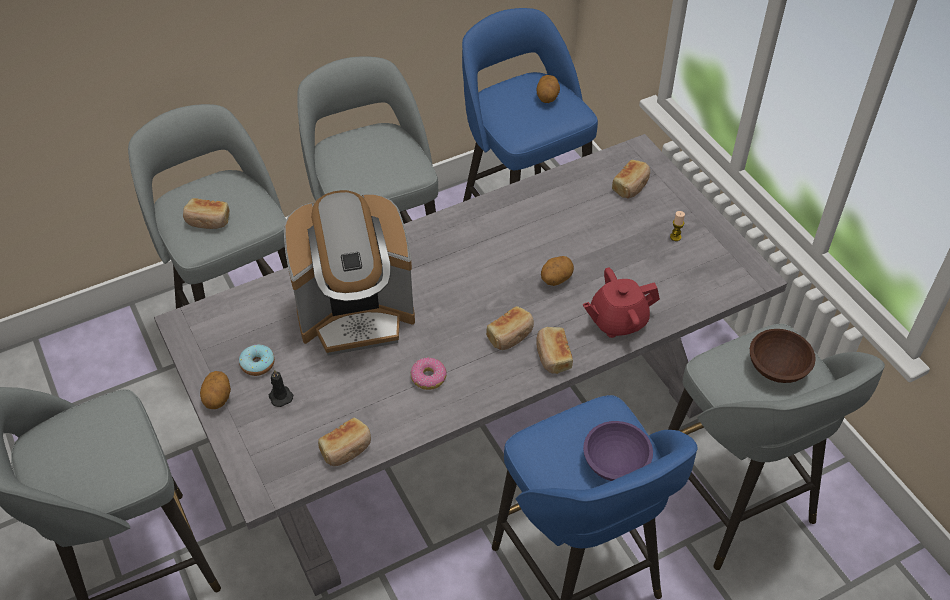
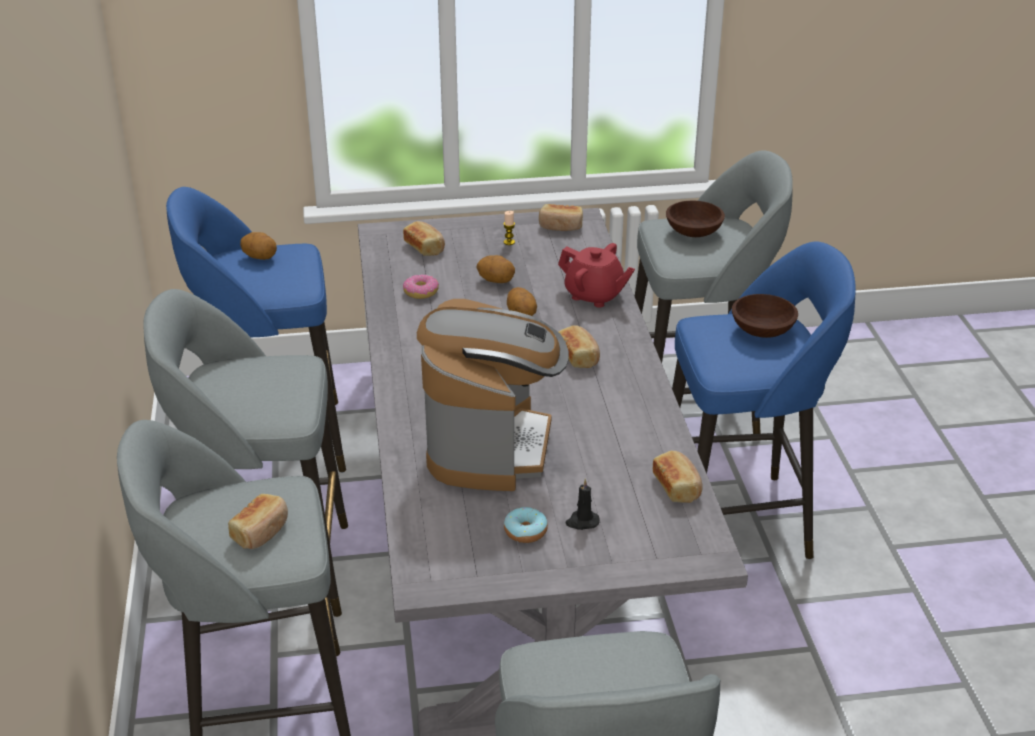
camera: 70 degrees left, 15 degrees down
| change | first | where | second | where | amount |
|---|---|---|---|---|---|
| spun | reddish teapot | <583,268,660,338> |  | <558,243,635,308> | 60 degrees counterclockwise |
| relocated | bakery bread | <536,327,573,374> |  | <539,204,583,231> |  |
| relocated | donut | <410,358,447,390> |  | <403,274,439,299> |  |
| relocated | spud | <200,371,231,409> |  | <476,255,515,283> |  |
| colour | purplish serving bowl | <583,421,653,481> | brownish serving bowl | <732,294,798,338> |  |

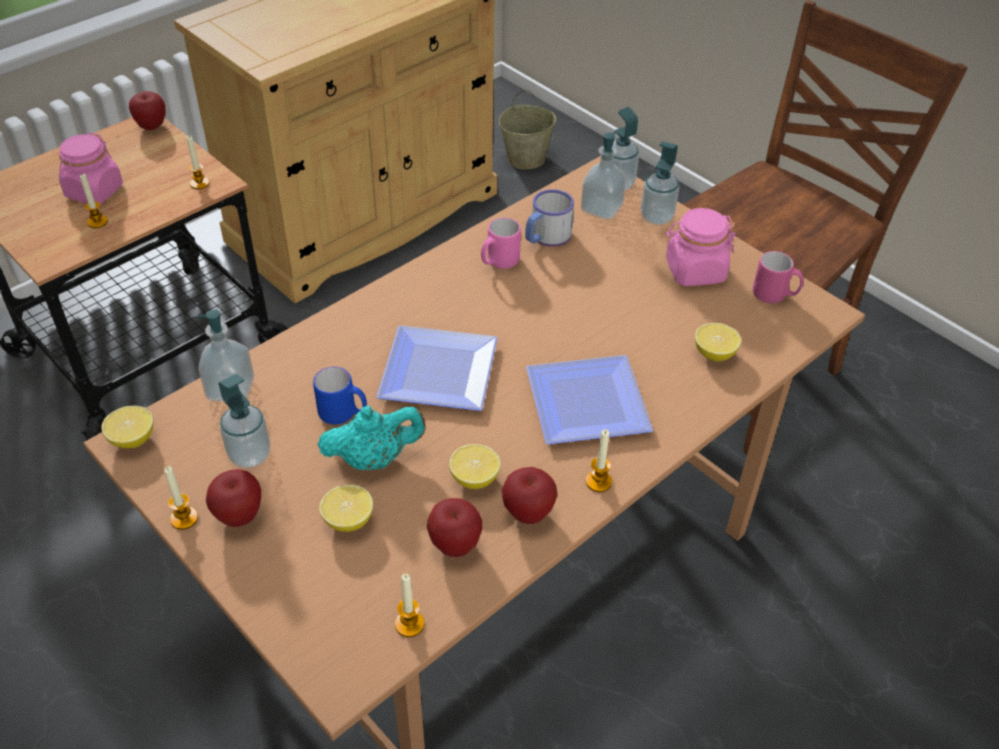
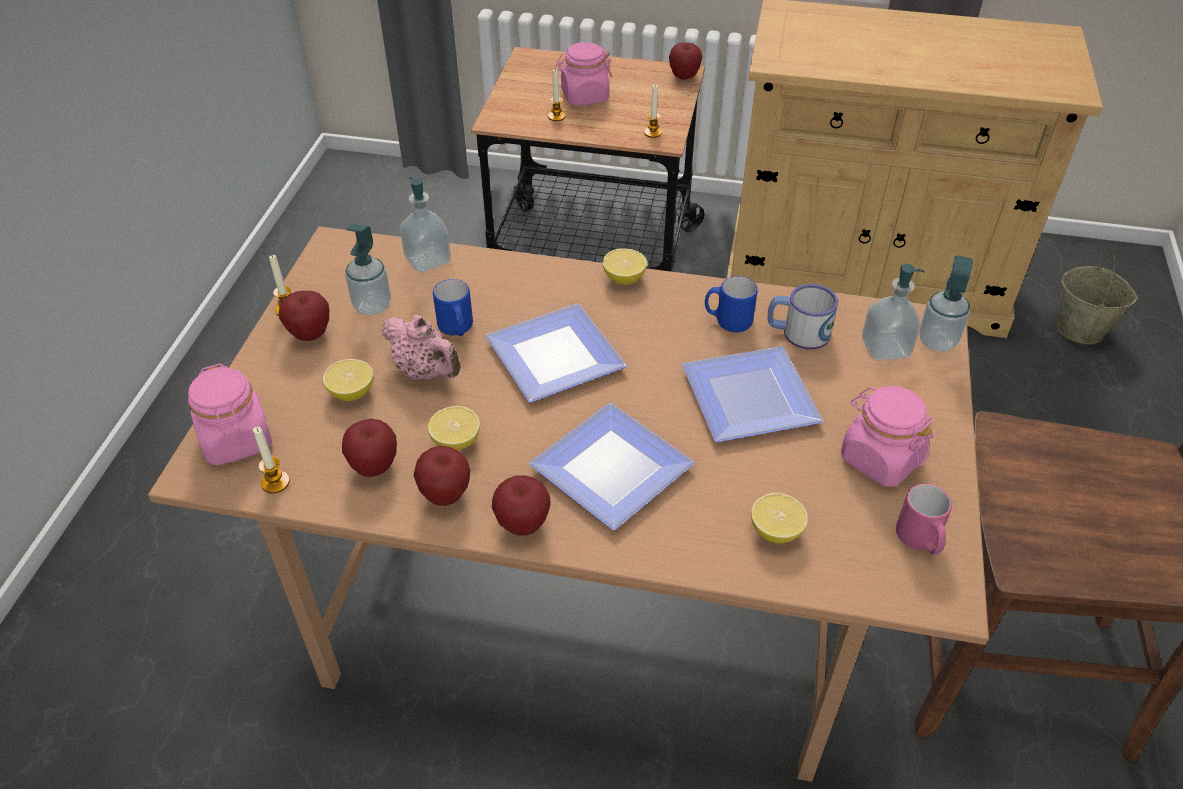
camera: 55 degrees right, 0 degrees up
| change | first | where | second | where | amount |
|---|---|---|---|---|---|
| missing | soap bottle | <641,141,679,225> |  |  |  |
| colour | pink-coloured mug | <481,218,521,269> | bluish mug | <705,276,758,332> |  |
| relocated | lemon | <101,406,154,448> |  | <602,248,647,285> |  |
| colour | turquoise-coloured teapot | <317,406,425,470> | pink-coloured teapot | <381,315,461,380> |  |
| exchanged | candle | <586,429,612,492> | apple | <492,475,551,536> |  |
| appeared |  |  | dinner plate | <682,346,823,442> |  |
| appeared |  |  | pink-coloured storage jar | <188,363,272,465> |  |

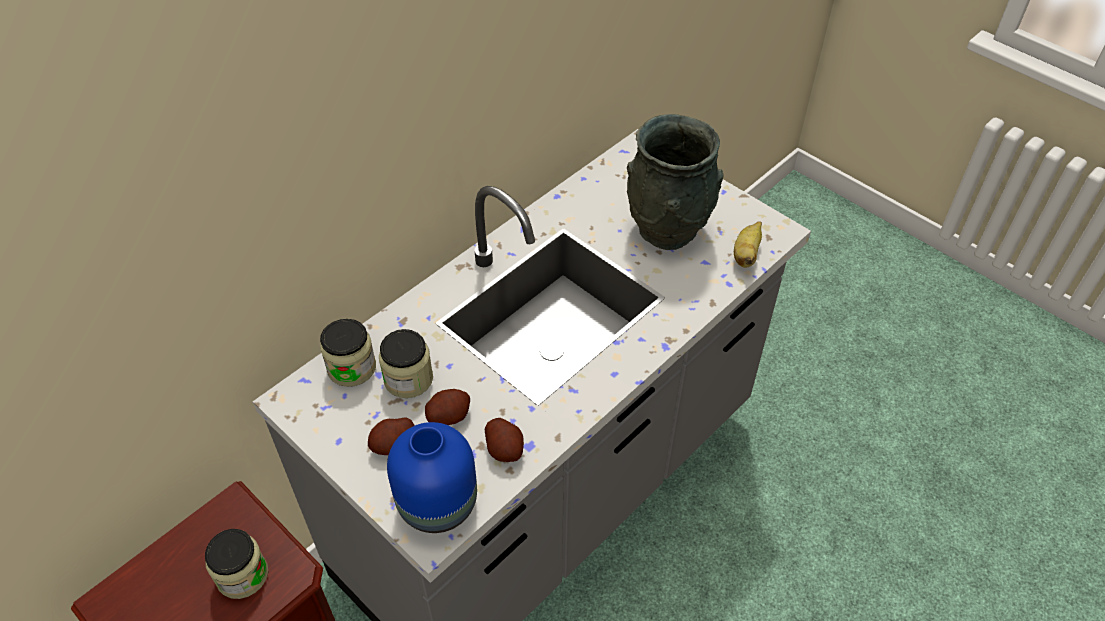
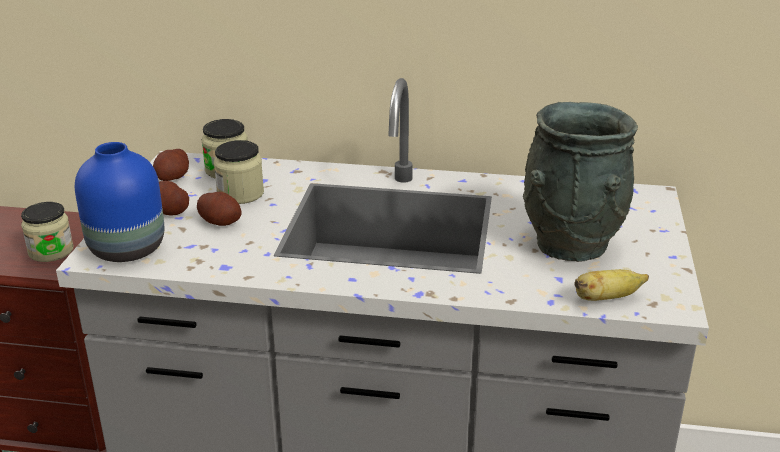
camera: 55 degrees right, 20 degrees down
| change | first | where | second | where | amount |
|---|---|---|---|---|---|
| relocated | spud | <485,418,524,462> |  | <153,149,189,181> |  |

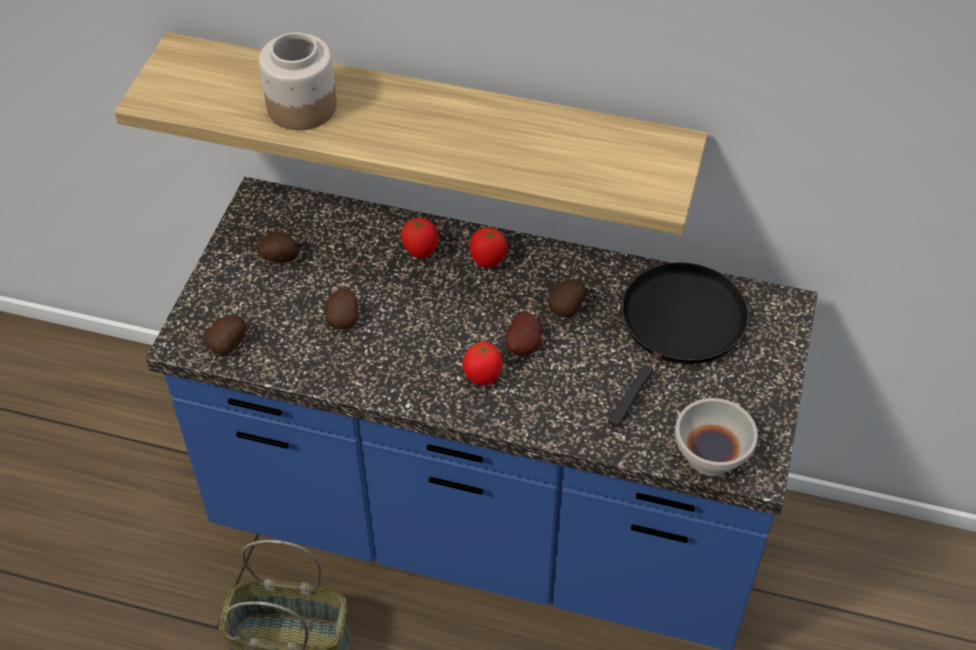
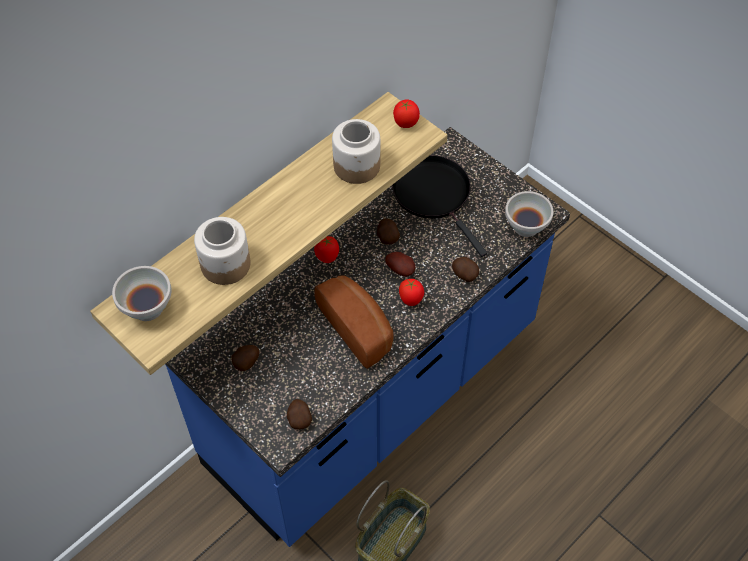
camera: 60 degrees left, 5 degrees up
| change | first | where | second | where | amount |
|---|---|---|---|---|---|
| relocated | whole tomato | <401,218,439,258> |  | <393,99,420,128> |  |
| relocated | spud | <325,288,359,329> |  | <452,257,479,282> |  |
| appeared |  |  | storage jar | <332,119,380,184> |  |
| appeared |  |  | white-coloured serving bowl | <112,266,172,321> |  |
| appeared |  |  | bakery bread | <314,275,394,369> |  |

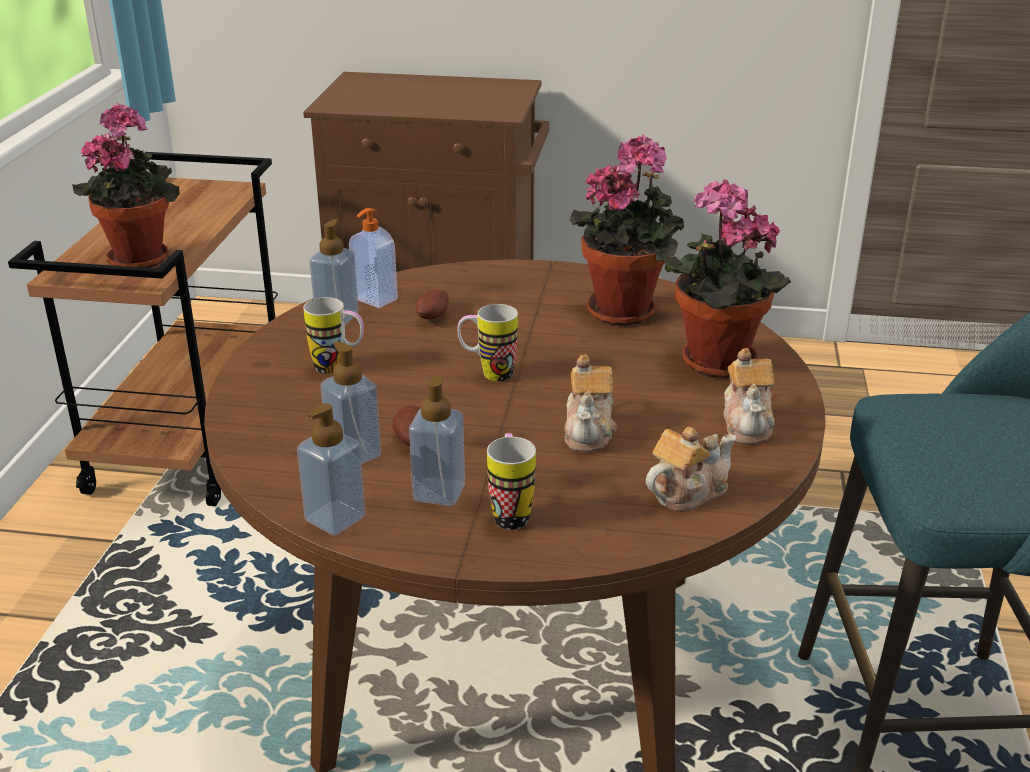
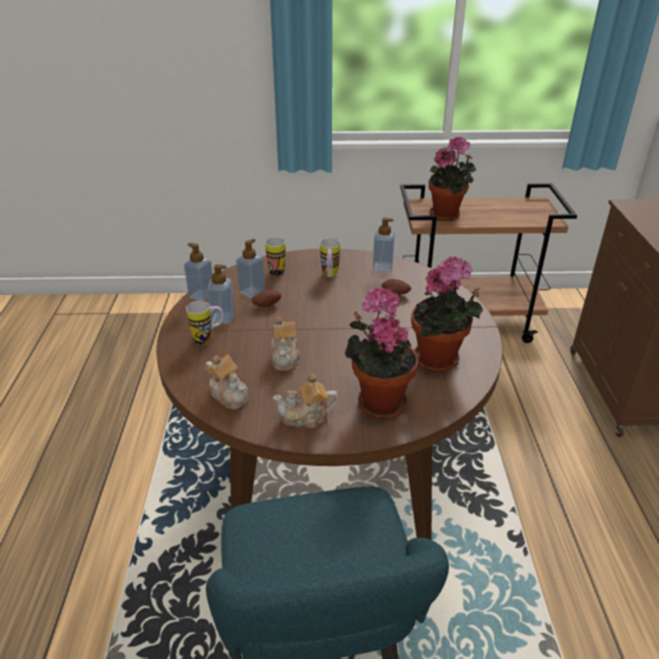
camera: 80 degrees right, 5 degrees up
| change | first | where | second | where | amount |
|---|---|---|---|---|---|
| missing | soap bottle | <349,208,398,308> |  |  |  |
| relocated | mug | <457,304,518,381> |  | <265,237,286,276> |  |
| spun | teapot | <565,355,616,452> |  | <271,317,300,371> | 90 degrees counterclockwise |

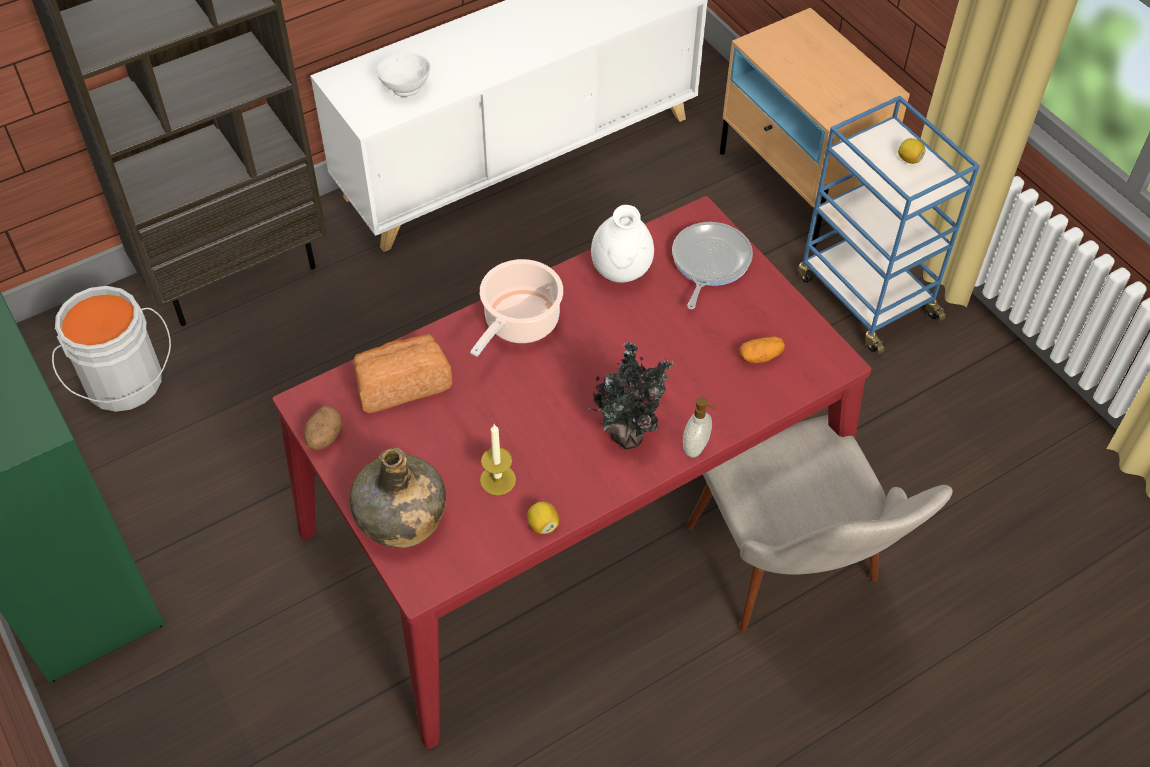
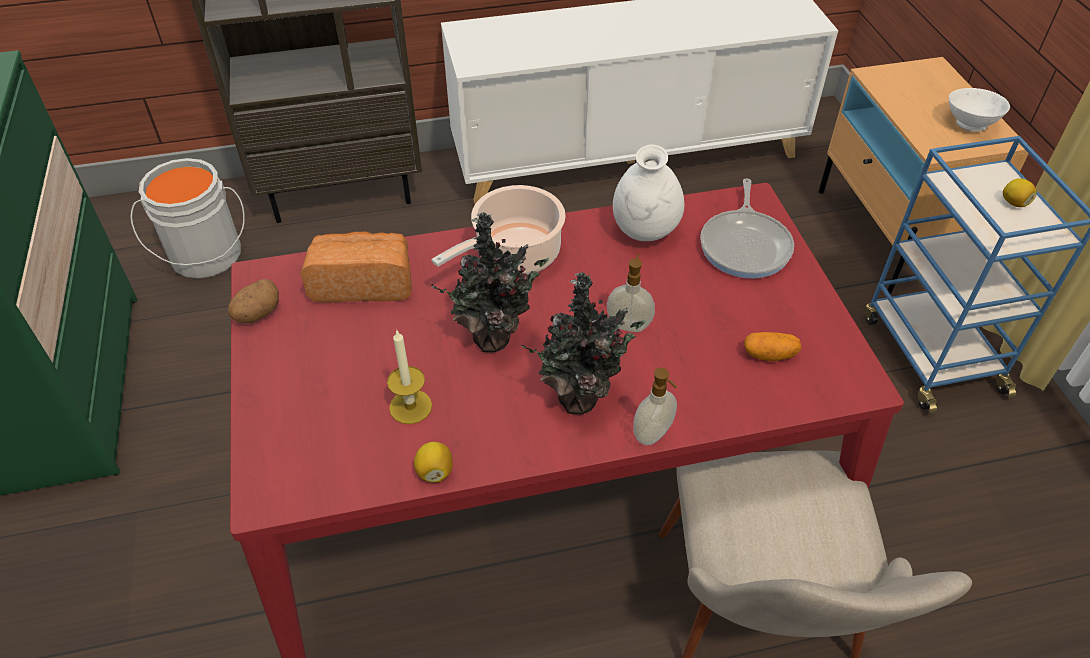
camera: 20 degrees right, 5 degrees down
| change | first | where | second | where | amount |
|---|---|---|---|---|---|
| relocated | white-coloured serving bowl | <377,52,431,97> |  | <949,88,1010,132> |  |
| spun | frying pan | <672,222,753,309> |  | <700,179,794,278> | 150 degrees clockwise |
| missing | green beverage bottle | <349,448,446,548> |  |  |  |
| appeared |  |  | plant in a pot | <431,212,549,353> |  |
| appeared |  |  | soap bottle | <607,254,655,332> |  |

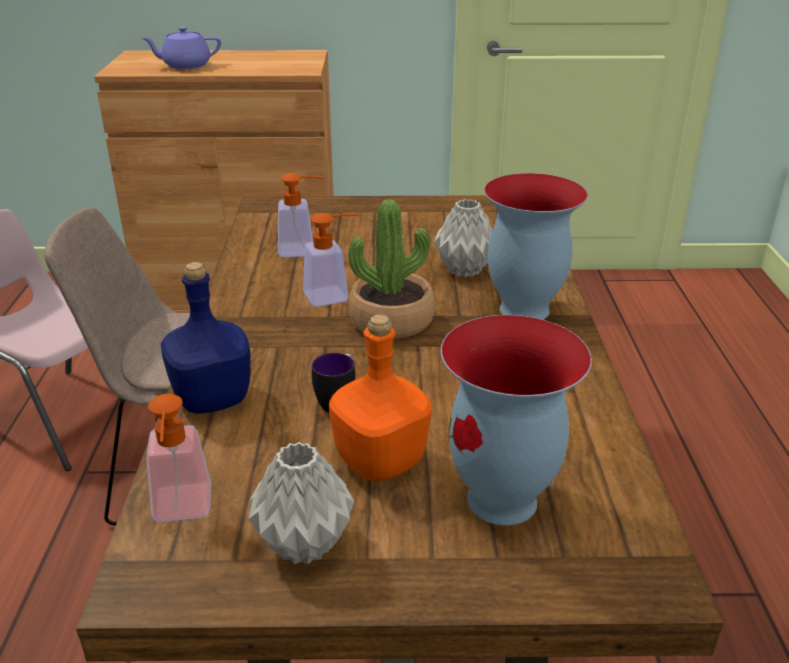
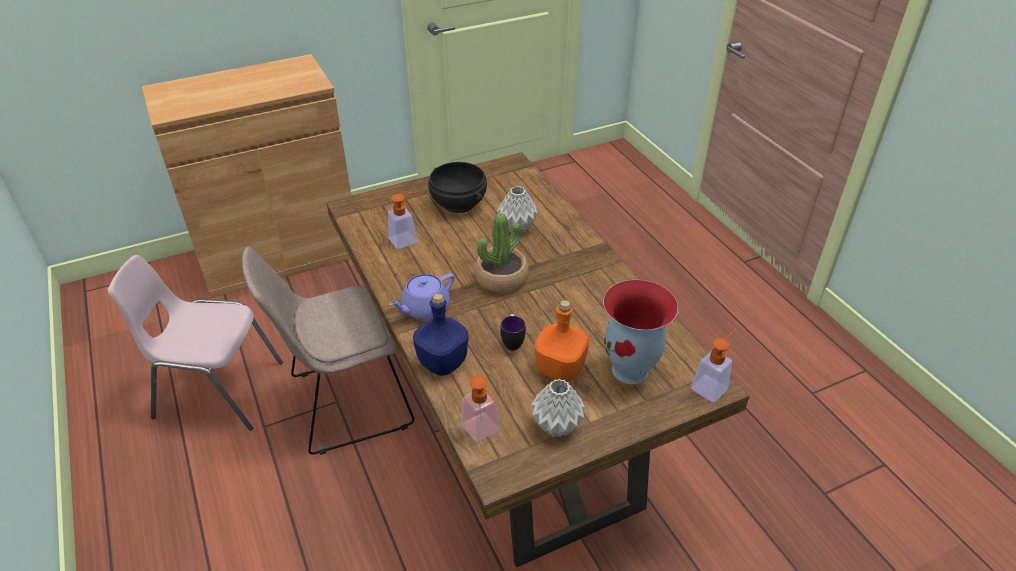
camera: 25 degrees left, 10 degrees up
| change | first | where | second | where | amount |
|---|---|---|---|---|---|
| relocated | purplish teapot | <141,27,221,69> |  | <389,273,454,320> |  |
| missing | flower vase | <484,173,588,319> |  |  |  |
| relocated | soap bottle | <303,213,359,307> |  | <691,330,737,402> |  |
| appeared |  |  | black-coloured serving bowl | <428,162,487,213> |  |

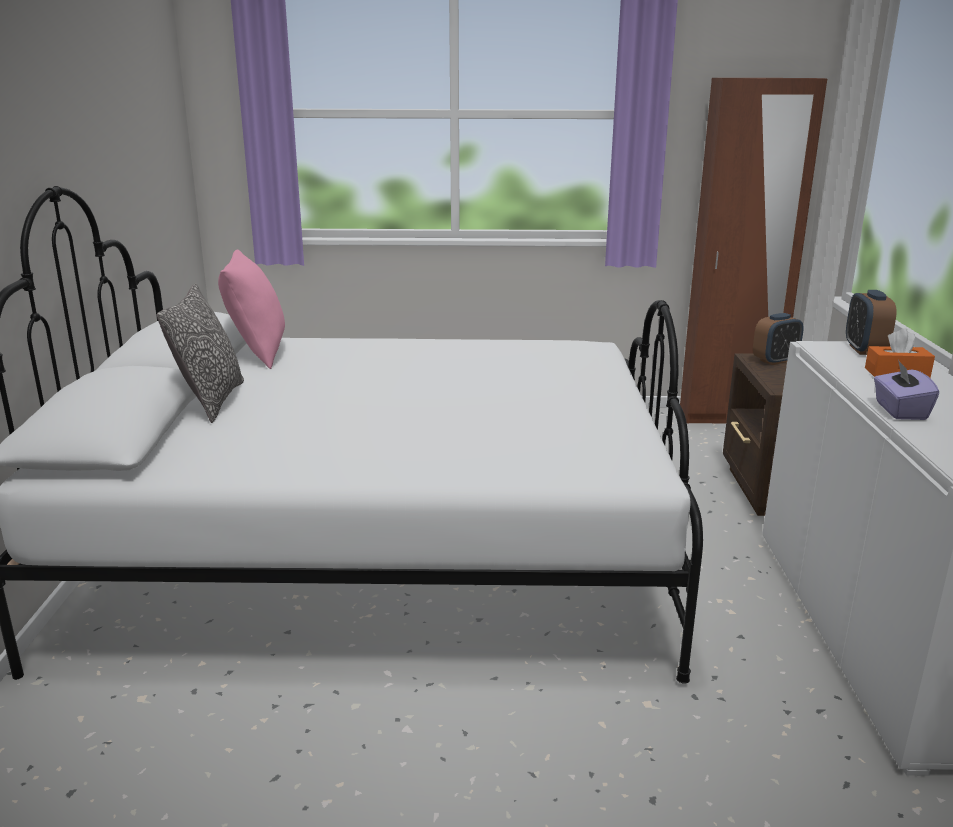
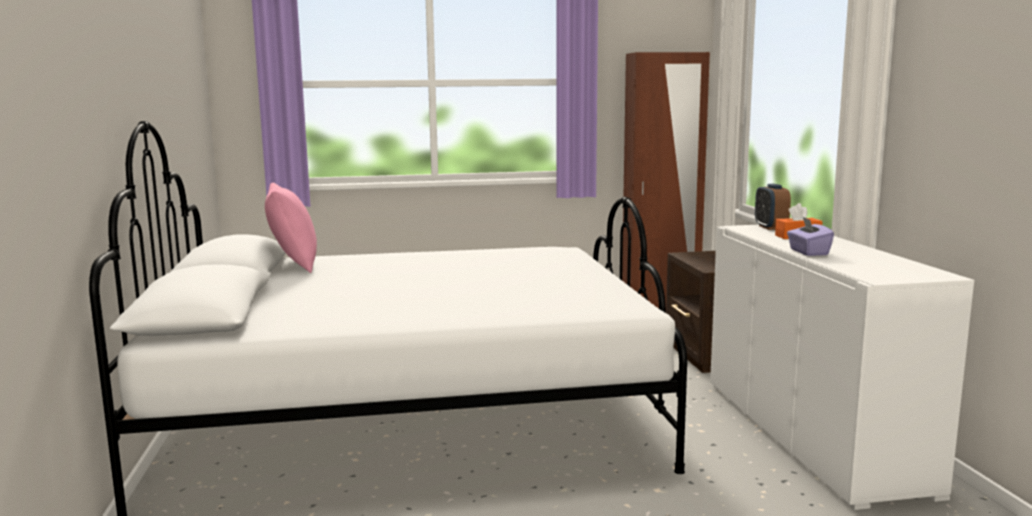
camera: 10 degrees left, 10 degrees down
| change | first | where | second | where | amount |
|---|---|---|---|---|---|
| missing | throw pillow | <157,283,244,423> |  |  |  |
| missing | table clock | <753,313,804,365> |  |  |  |

